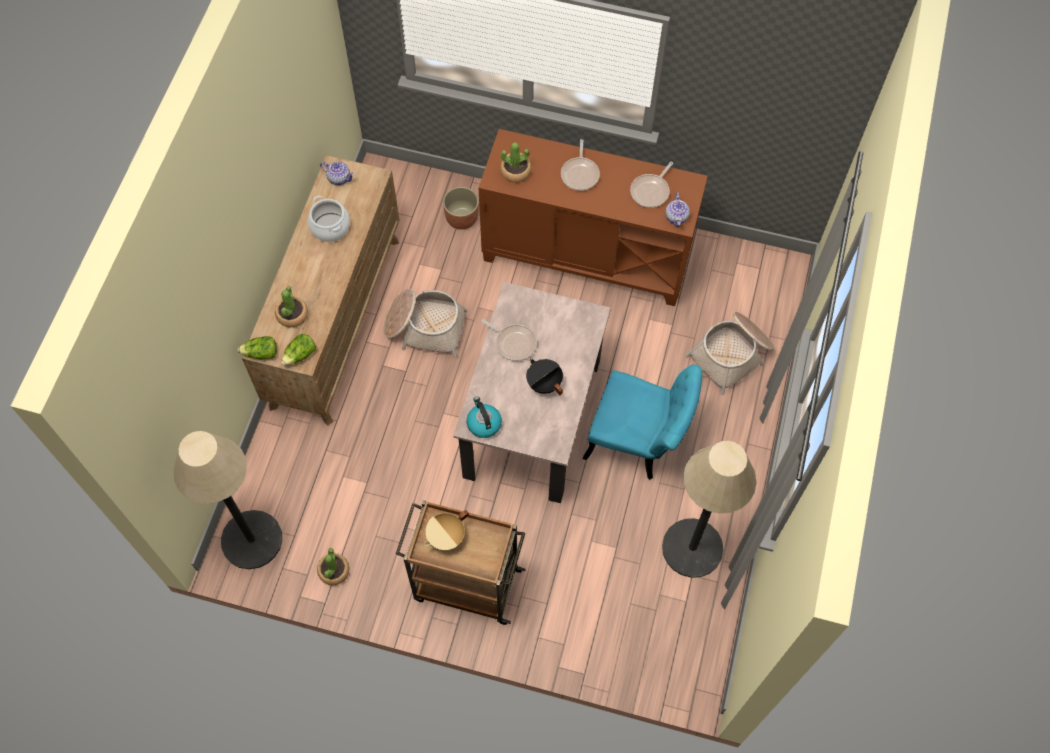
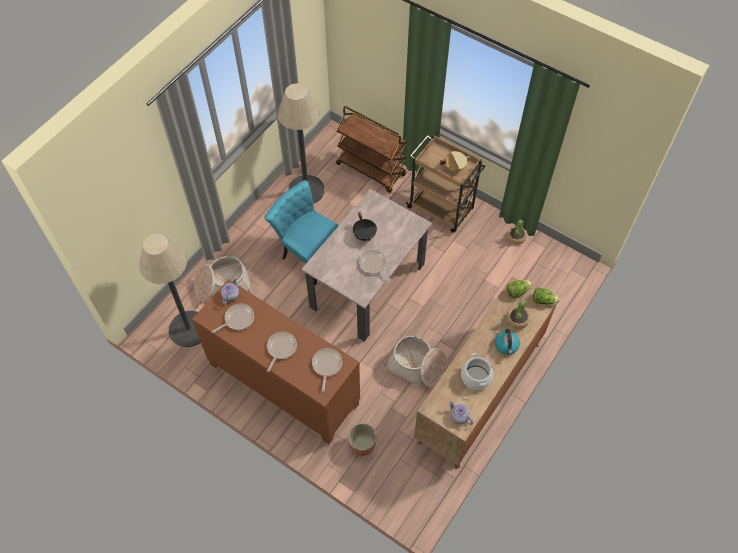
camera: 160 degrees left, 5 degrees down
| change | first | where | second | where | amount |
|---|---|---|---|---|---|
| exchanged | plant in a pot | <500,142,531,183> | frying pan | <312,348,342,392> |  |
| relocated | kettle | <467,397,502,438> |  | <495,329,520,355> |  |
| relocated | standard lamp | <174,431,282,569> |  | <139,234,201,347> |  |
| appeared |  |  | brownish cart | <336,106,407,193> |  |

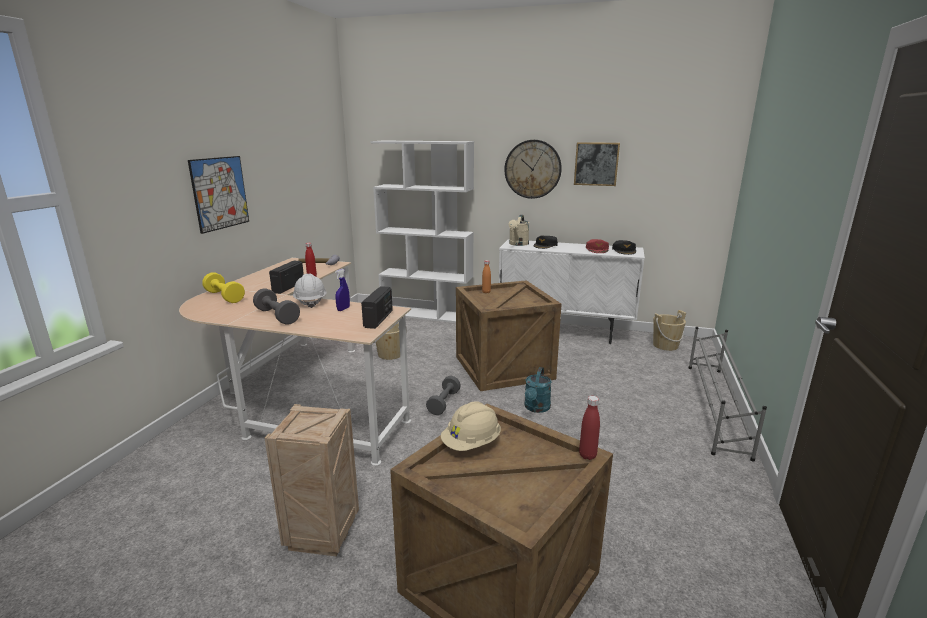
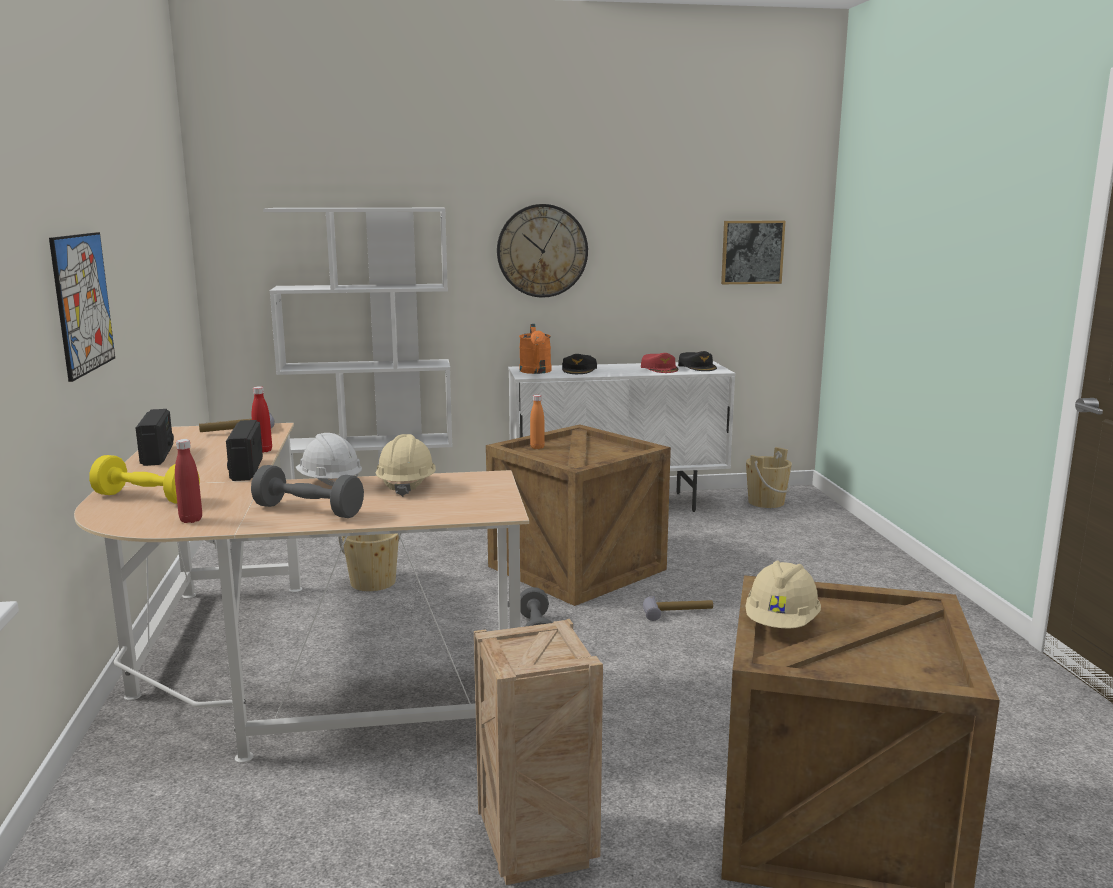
camera: 25 degrees left, 5 degrees down
| change | first | where | second | where | amount |
|---|---|---|---|---|---|
| relocated | picture | <574,142,620,186> |  | <721,221,785,284> |  |
| colour | beige-coloured watering pot | <508,215,529,246> | orange watering pot | <519,324,551,374> |  |
| exchanged | bluish spray bottle | <335,269,350,311> | beige-coloured work helmet | <376,434,436,497> |  |
| relocated | radio set | <361,286,393,329> |  | <136,409,174,466> |  |
| missing | greyish shoe shelf | <689,327,767,462> |  |  |  |
| exchanged | turquoise-coloured watering pot | <524,367,552,413> | hand hammer | <643,596,713,621> |  |
| relocated | reddish beverage bottle | <579,396,600,460> |  | <175,439,202,523> |  |

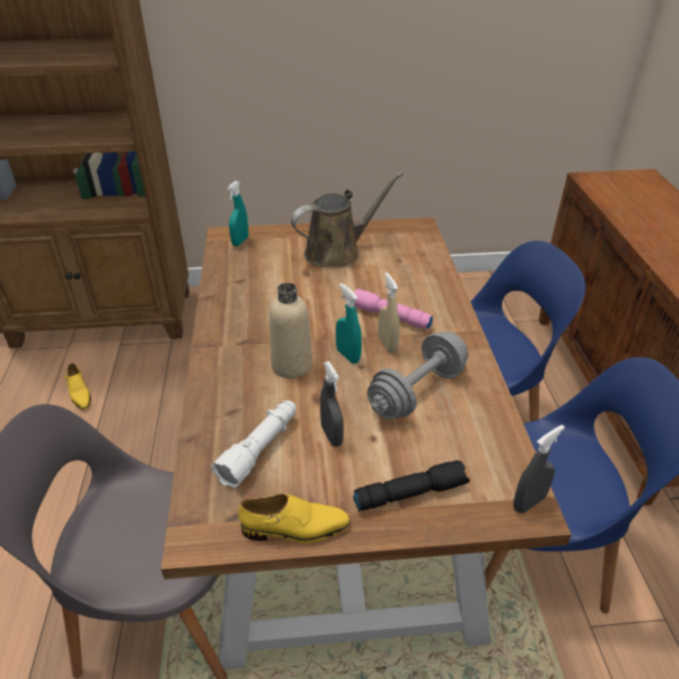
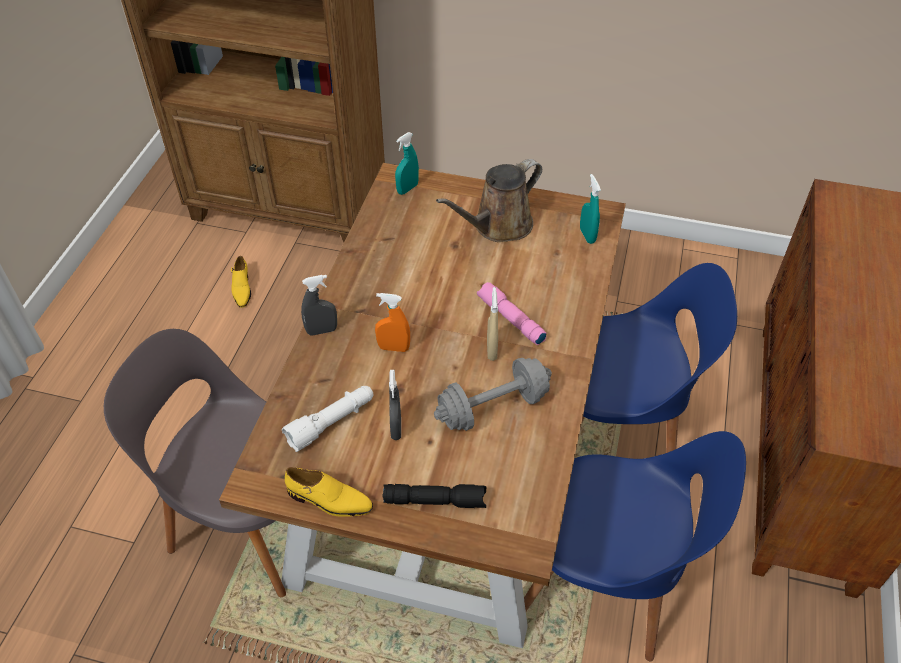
camera: 20 degrees right, 10 degrees up
| change | first | where | second | where | amount |
|---|---|---|---|---|---|
| spun | brownish watering pot | <291,172,403,268> |  | <436,159,542,242> | 150 degrees clockwise |
| exchanged | beige-coloured beverage bottle | <269,282,312,378> | orange spray bottle | <375,293,410,352> |  |
| relocated | turquoise-coloured spray bottle | <336,283,362,364> |  | <580,174,601,244> |  |
| relocated | greyish spray bottle | <513,425,565,513> |  | <301,275,337,336> |  |

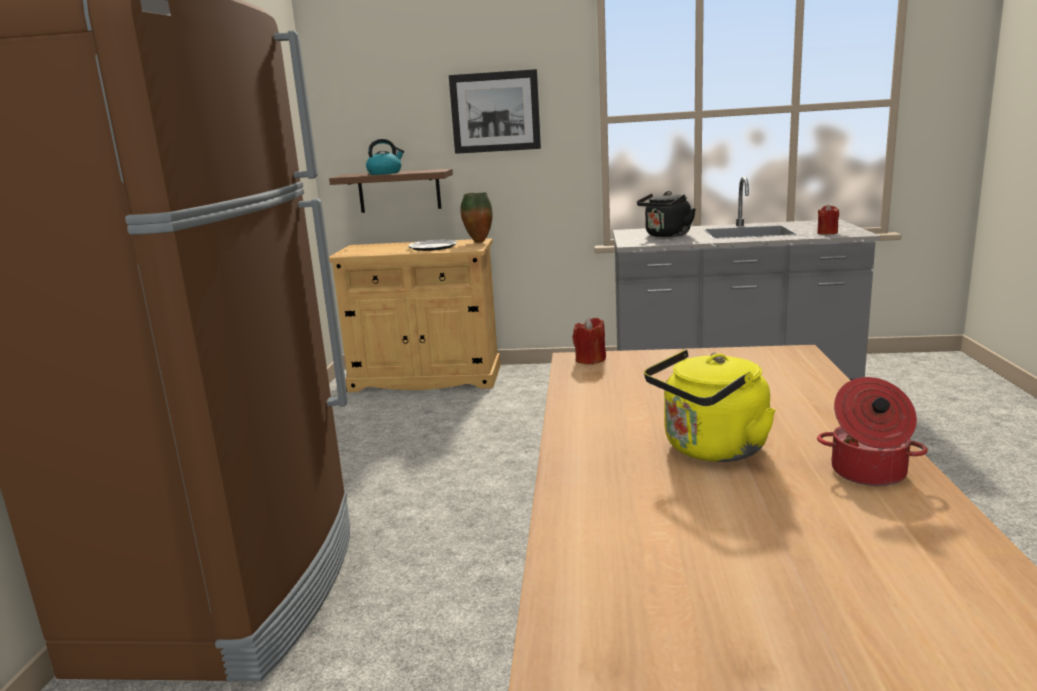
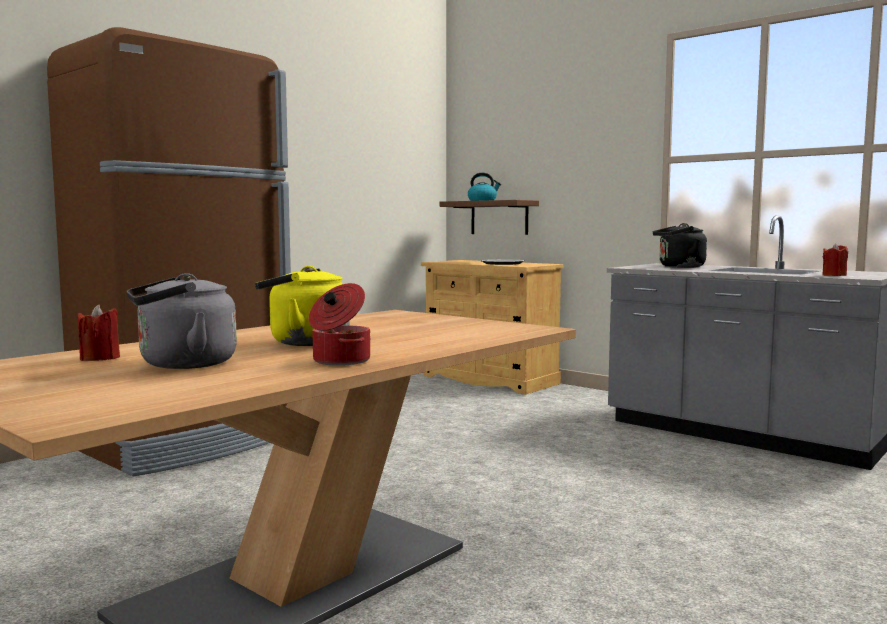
camera: 35 degrees right, 10 degrees down
| change | first | where | second | where | amount |
|---|---|---|---|---|---|
| missing | picture | <449,69,541,154> |  |  |  |
| missing | flower vase | <460,192,492,243> |  |  |  |
| relocated | reddish candle | <573,317,606,364> |  | <78,305,120,361> |  |
| appeared |  |  | greyish kettle | <126,273,237,369> |  |

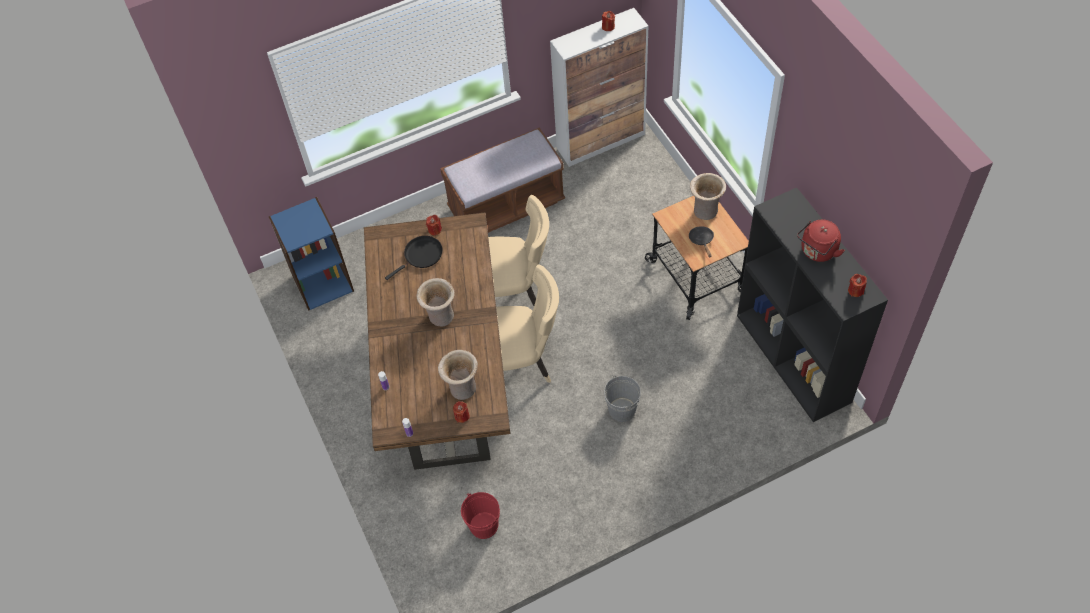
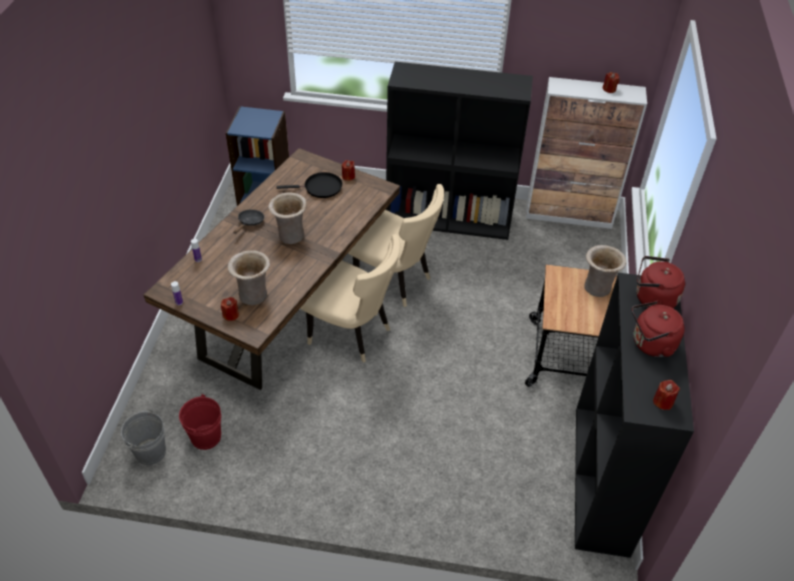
camera: 30 degrees right, 10 degrees down
| change | first | where | second | where | amount |
|---|---|---|---|---|---|
| exchanged | brownish long seat | <440,127,565,233> | black-coloured bookshelf | <386,62,533,240> |  |
| relocated | black-coloured frying pan | <689,226,714,257> |  | <233,209,264,234> |  |
| relocated | greyish bucket | <604,375,641,422> |  | <121,409,166,465> |  |
| appeared |  |  | reddish kettle | <637,256,685,308> |  |

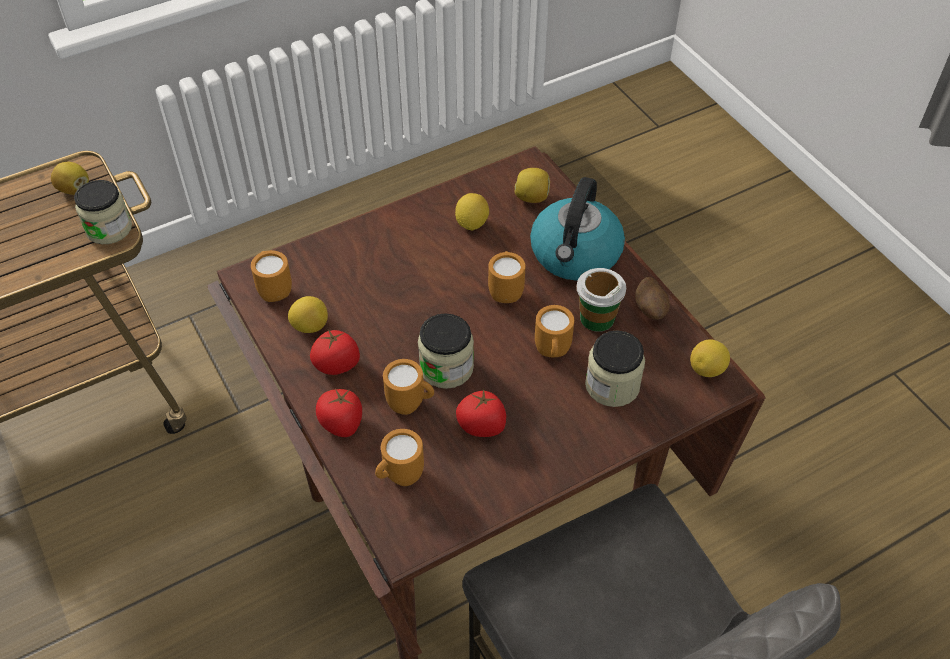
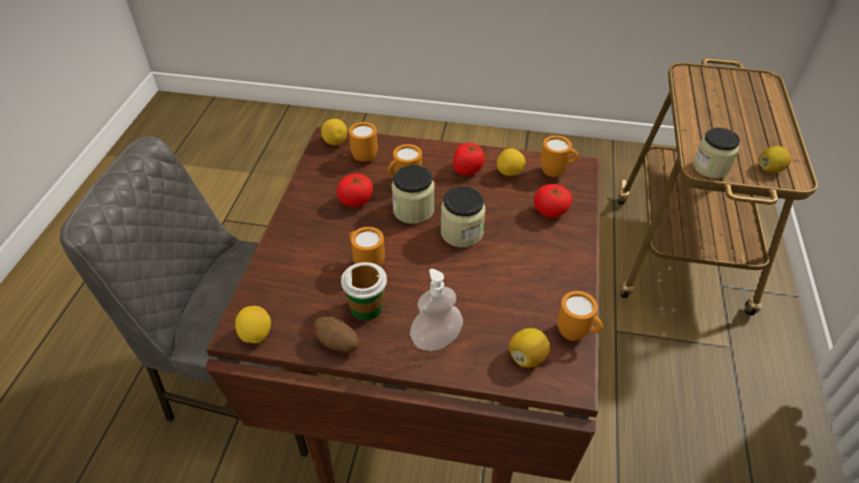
camera: 130 degrees right, 5 degrees down
| change | first | where | second | where | amount |
|---|---|---|---|---|---|
| exchanged | kettle | <530,177,625,281> | soap bottle | <410,269,463,351> |  |
| relocated | lemon | <455,193,489,231> |  | <321,119,348,145> |  |
| relocated | orange mug | <488,251,526,303> |  | <558,291,603,341> |  |
| relocated | storage jar | <585,330,645,407> |  | <441,186,486,247> |  |
| relocated | whole tomato | <316,389,362,437> |  | <534,184,572,218> |  |

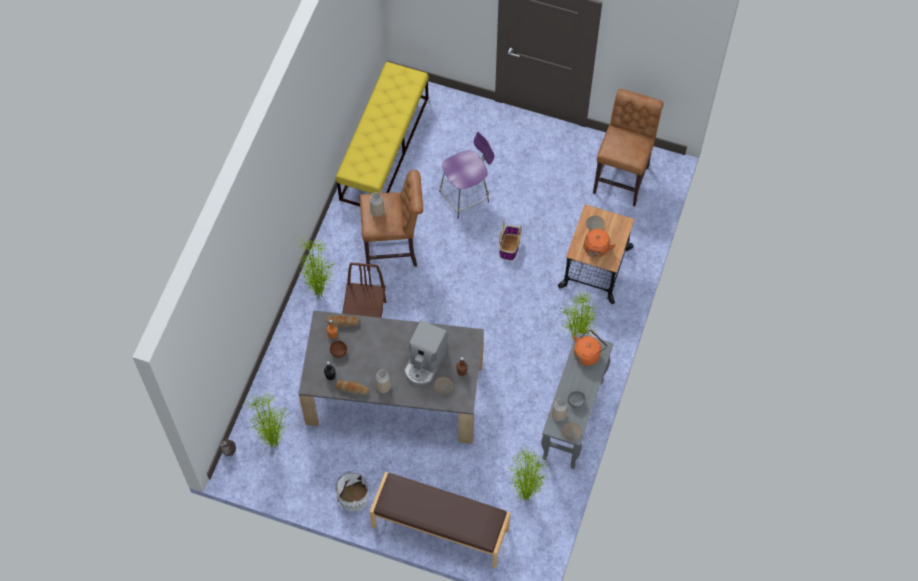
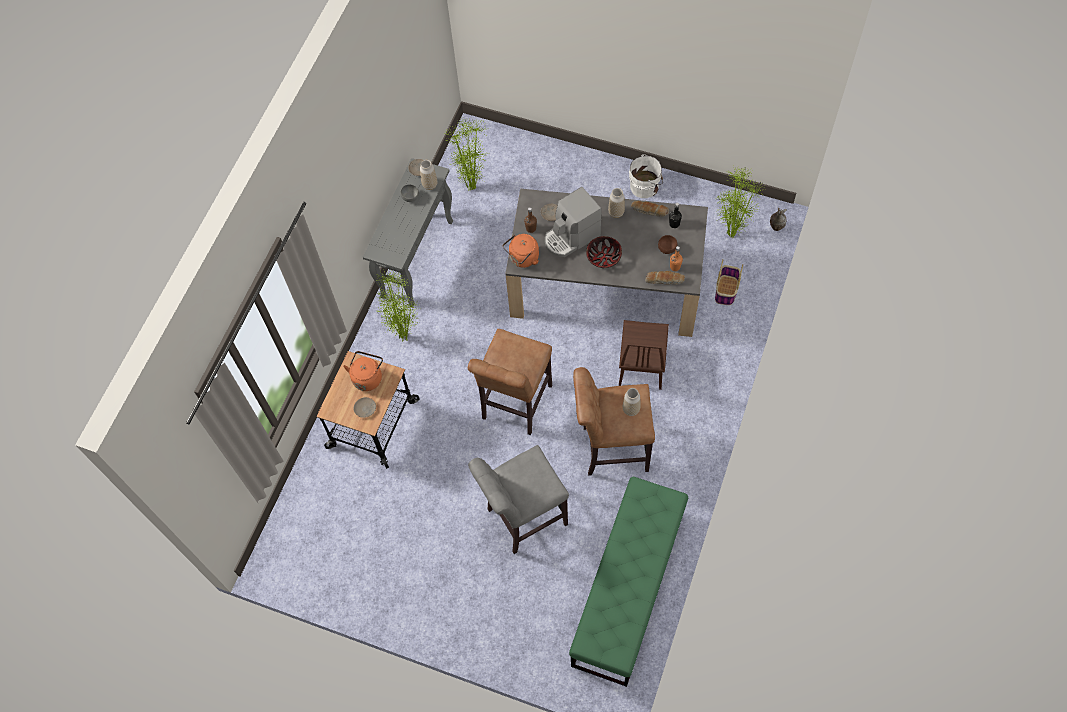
camera: 175 degrees left, 0 degrees up
| change | first | where | second | where | amount |
|---|---|---|---|---|---|
| colour | yellow long seat | <336,62,429,206> | green long seat | <569,477,688,687> |  |
| relocated | brownish stool seat | <593,89,663,206> |  | <468,329,552,435> |  |
| exchanged | purplish plain chair | <439,132,494,219> | greyish stool seat | <468,445,569,554> |  |
| relocated | storage basket | <499,221,522,261> |  | <715,260,743,305> |  |
| missing | plant in a pot | <299,236,334,298> |  |  |  |
| spun | coffee brewer | <404,320,448,385> |  | <545,187,602,257> | 150 degrees counterclockwise |
| relocated | orange kettle | <574,330,607,366> |  | <503,234,539,268> |  |
| missing | brownish long seat | <370,472,510,568> |  |  |  |
| appeared |  |  | serving bowl | <586,236,622,268> |  |

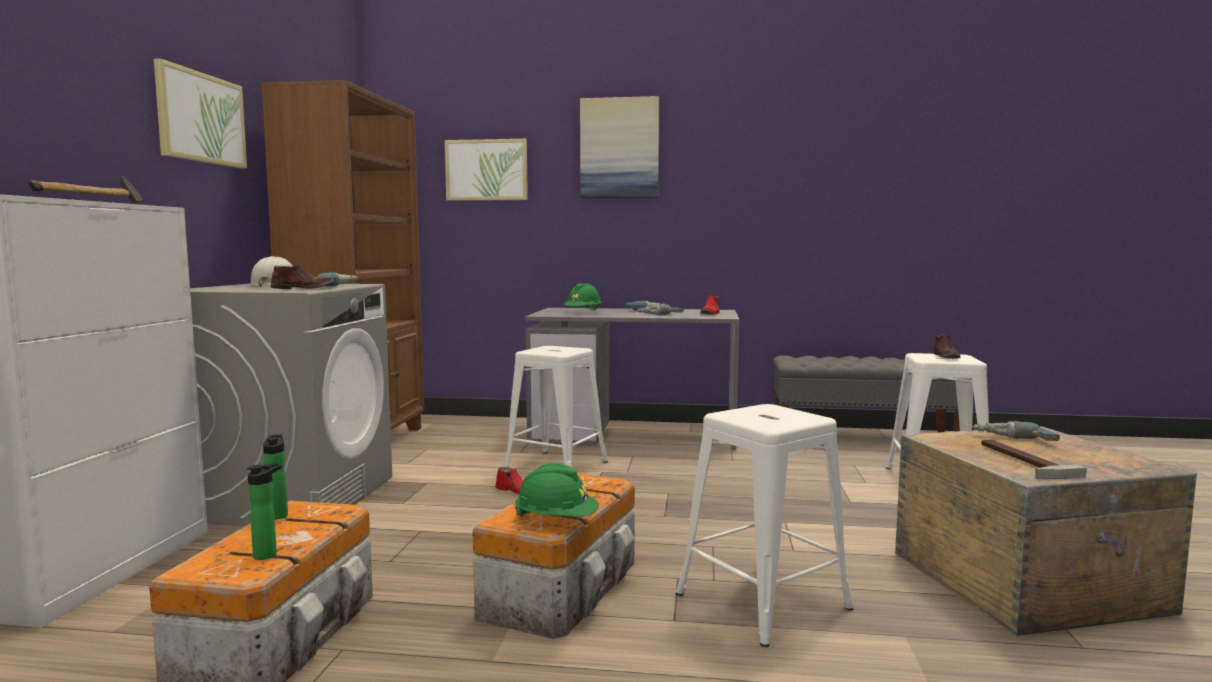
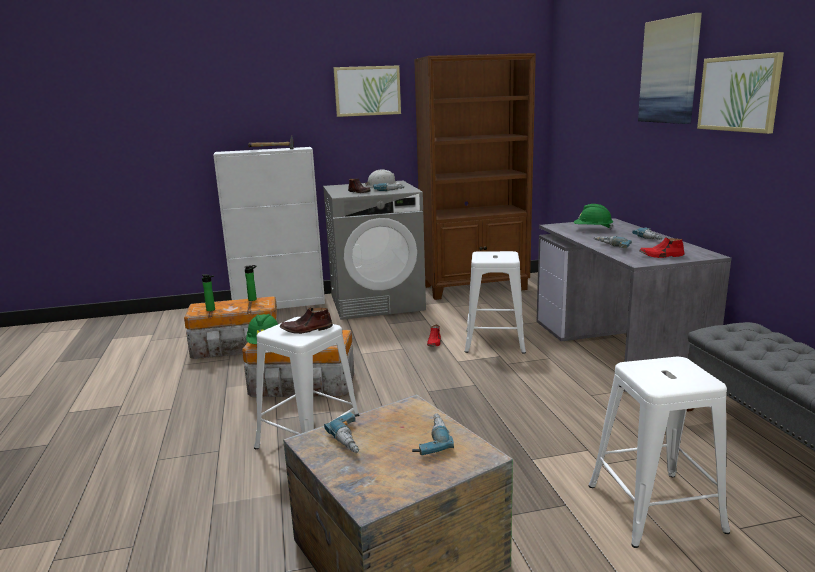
camera: 70 degrees right, 10 degrees up
| change | first | where | second | where | amount |
|---|---|---|---|---|---|
| relocated | picture | <445,139,528,201> |  | <697,52,784,134> |  |
| relocated | brownish low shoe | <933,334,961,359> |  | <280,308,333,334> |  |
| exchanged | hand hammer | <981,439,1087,479> | electric drill | <324,412,359,453> |  |

